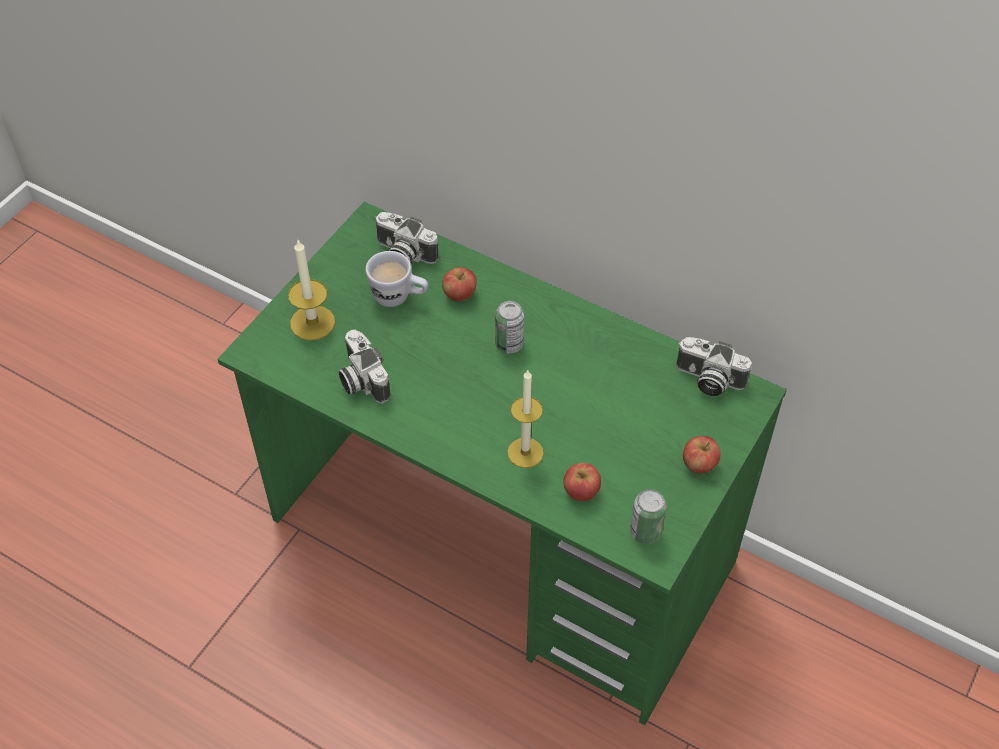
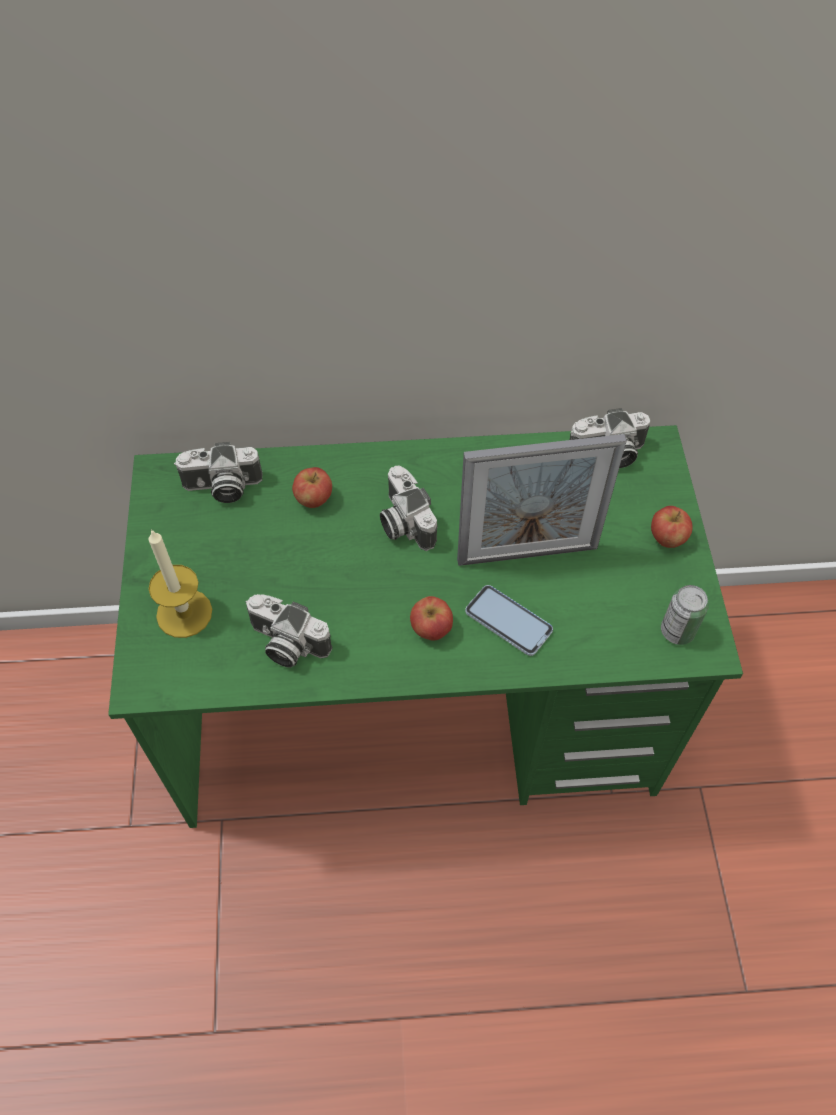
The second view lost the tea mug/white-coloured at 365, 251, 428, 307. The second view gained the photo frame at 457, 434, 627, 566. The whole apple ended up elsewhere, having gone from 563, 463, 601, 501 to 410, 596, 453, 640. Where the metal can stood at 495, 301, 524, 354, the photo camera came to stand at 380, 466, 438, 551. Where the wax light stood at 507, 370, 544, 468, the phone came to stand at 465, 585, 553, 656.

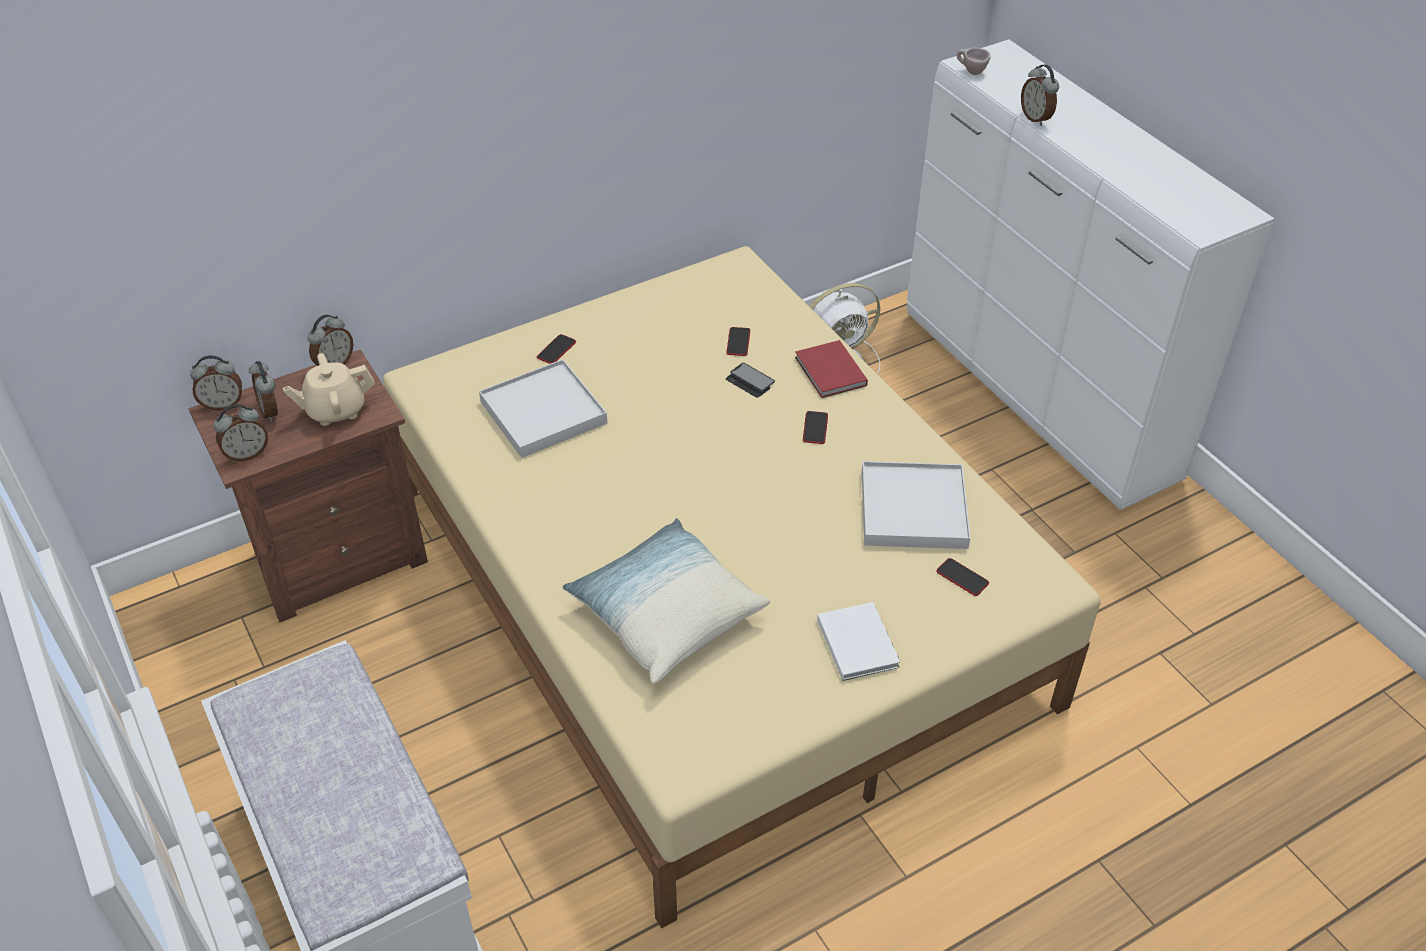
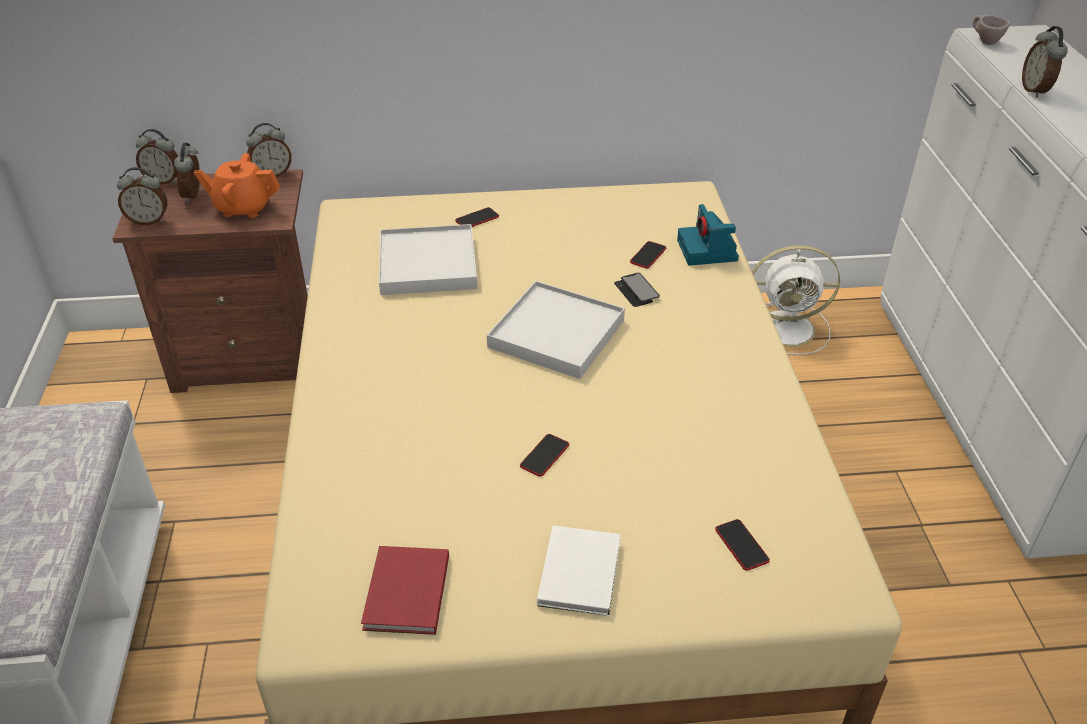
The second view lost the throw pillow at 563, 518, 770, 684. The second view gained the photo camera at 677, 204, 739, 266. The volume/red ended up elsewhere, having gone from 795, 340, 868, 398 to 361, 546, 449, 635. The phone ended up elsewhere, having gone from 803, 411, 828, 444 to 520, 434, 569, 477. The carrying tray/white-coloured ended up elsewhere, having gone from 862, 461, 971, 549 to 487, 281, 625, 379. What was the teapot/beige at 283, 353, 375, 426 turned into the teapot/orangey at 194, 153, 280, 218.

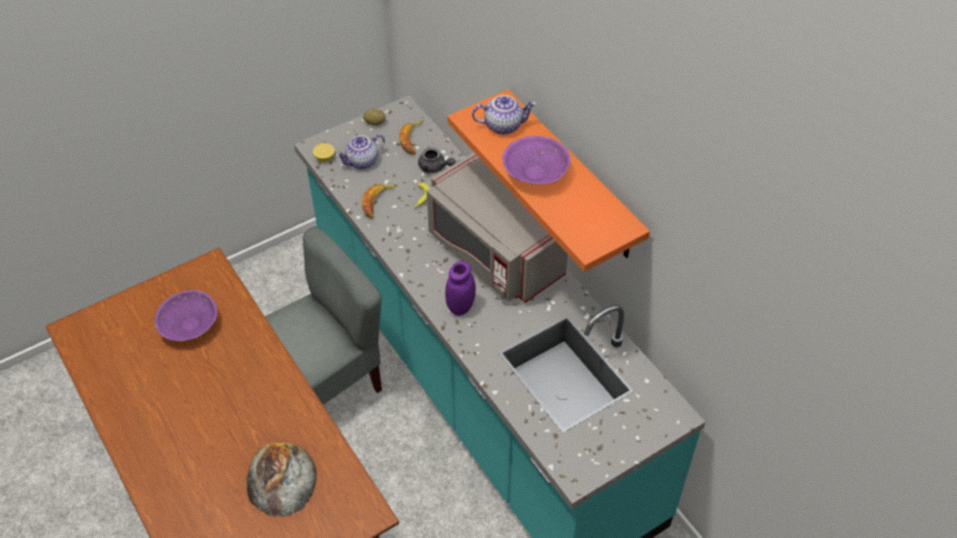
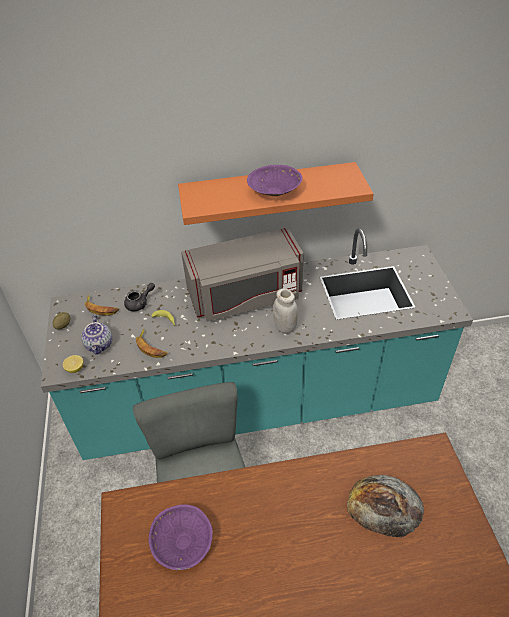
The second view lost the teapot at 472, 95, 536, 135. What was the preserve jar/purplish at 445, 261, 476, 316 turned into the preserve jar/white-coloured at 273, 288, 298, 333.

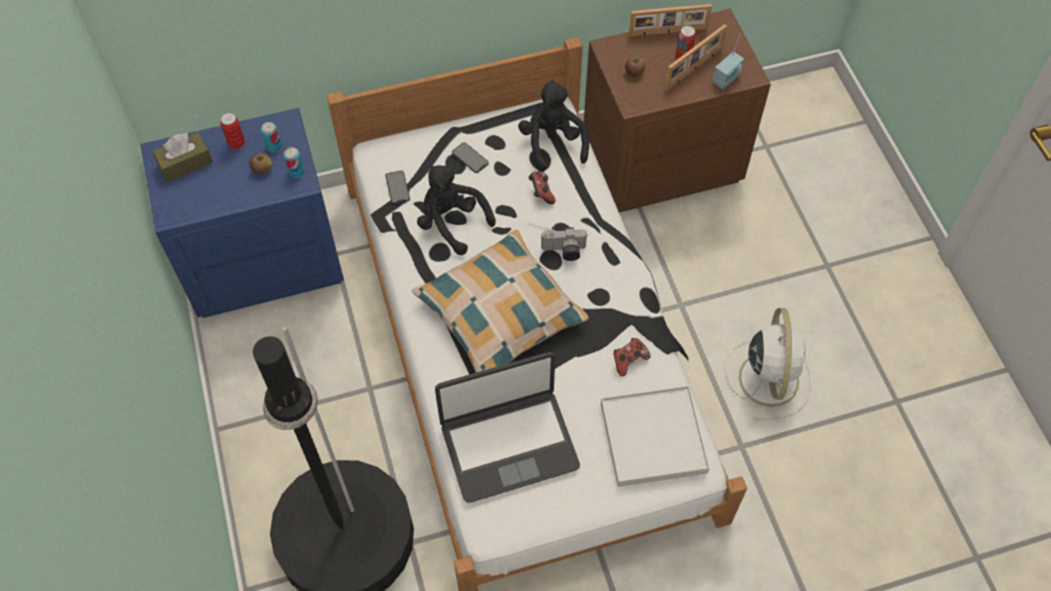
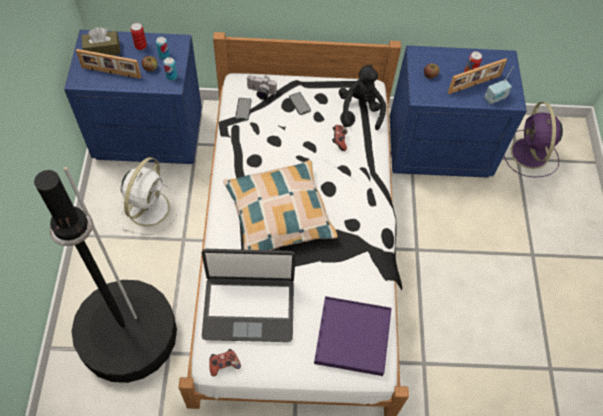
The second view lost the soft toy/black at 417, 165, 496, 255. The second view gained the fan/purplish at 504, 102, 563, 177. The photo camera ended up elsewhere, having gone from 541, 227, 587, 261 to 246, 75, 277, 100. The joypad ended up elsewhere, having gone from 613, 338, 651, 377 to 209, 349, 241, 376. The photo frame ended up elsewhere, having gone from 629, 4, 712, 36 to 76, 49, 141, 79. The fan/white-coloured ended up elsewhere, having gone from 725, 308, 811, 421 to 120, 157, 180, 234. What was the nightstand/brown at 584, 9, 771, 212 turned into the nightstand/blue-coloured at 390, 45, 527, 178. What was the carrying tray/white-coloured at 601, 385, 710, 487 turned into the carrying tray/purplish at 314, 296, 392, 376.

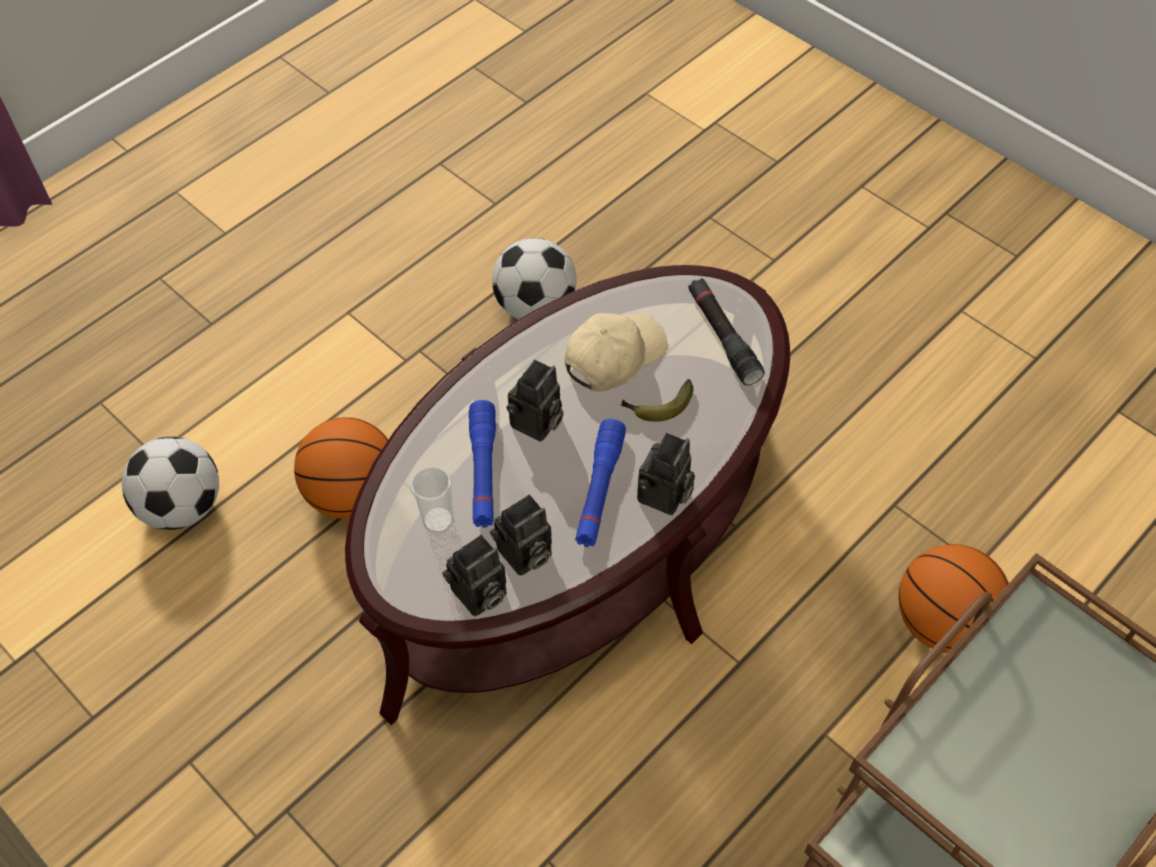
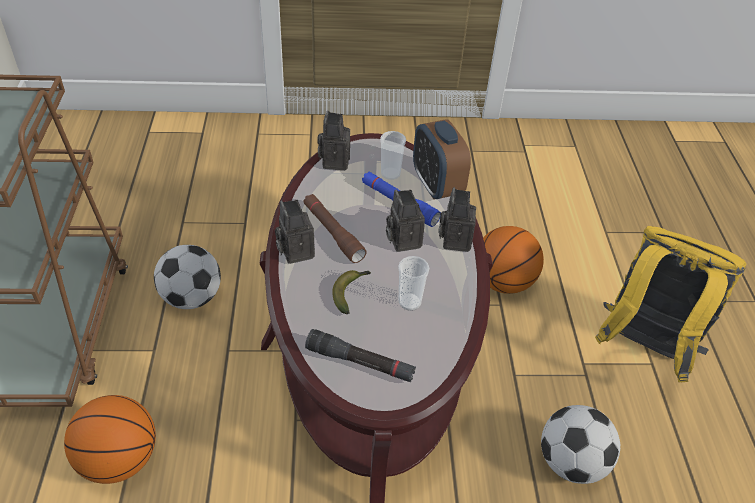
The second view gained the table clock at 413, 119, 471, 199. The second view gained the backpack/yellow-coloured at 595, 226, 746, 382. The football ball ended up elsewhere, having gone from 122, 437, 219, 530 to 154, 245, 221, 309. The photo camera ended up elsewhere, having gone from 490, 495, 552, 576 to 438, 187, 476, 252. Where the peaked cap/beige stood at 565, 313, 667, 392, the drinking cup came to stand at 398, 256, 429, 311. What was the flashlight/blue-coloured at 575, 419, 626, 547 turned into the flashlight/brown at 303, 194, 367, 263.

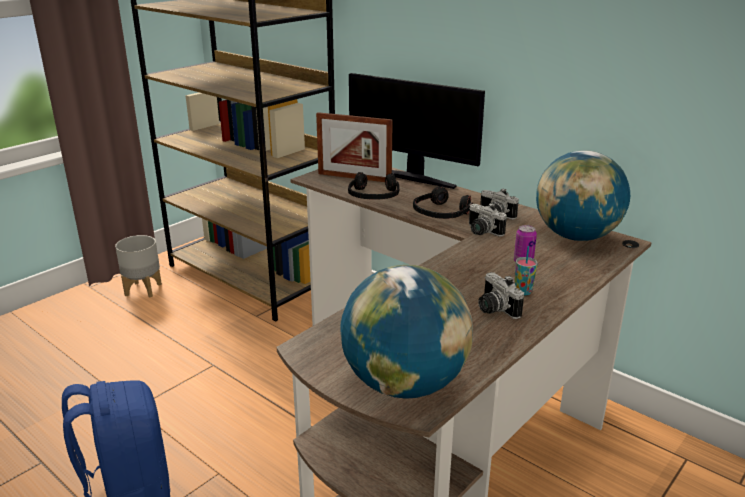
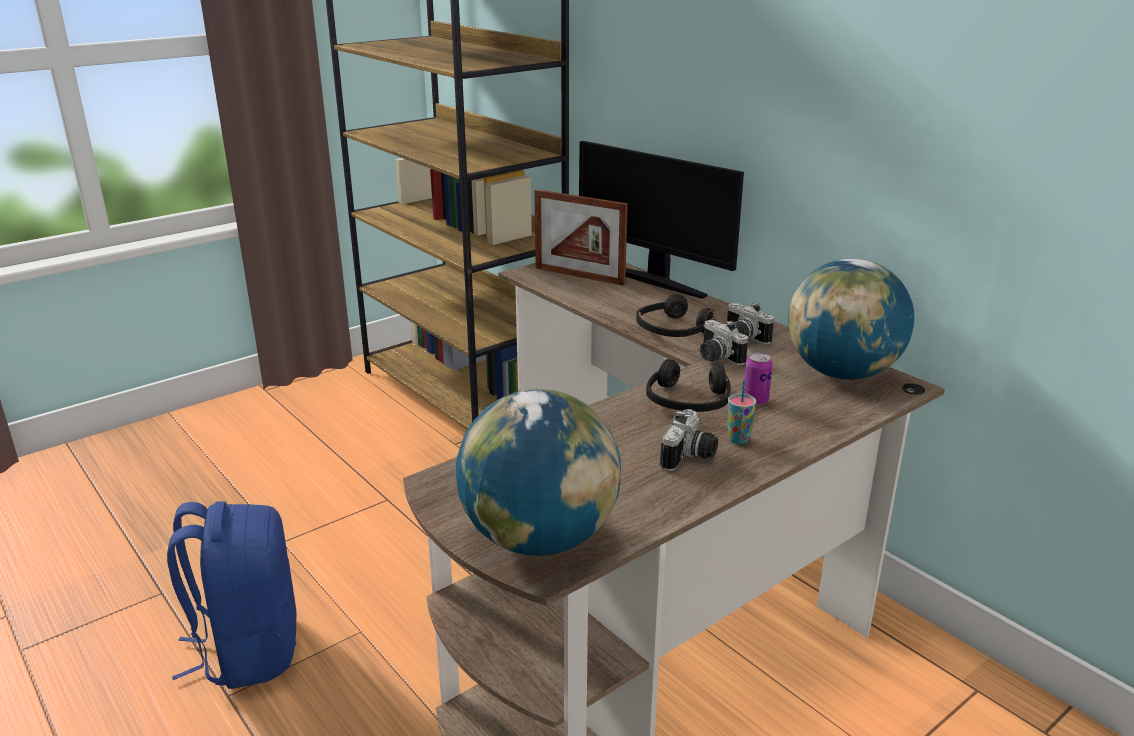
The second view lost the planter/grey at 115, 235, 162, 297. The headset/black ended up elsewhere, having gone from 348, 172, 399, 200 to 646, 359, 731, 412. The photo camera at 478, 272, 524, 319 ended up facing another way, 135 degrees counterclockwise from before.

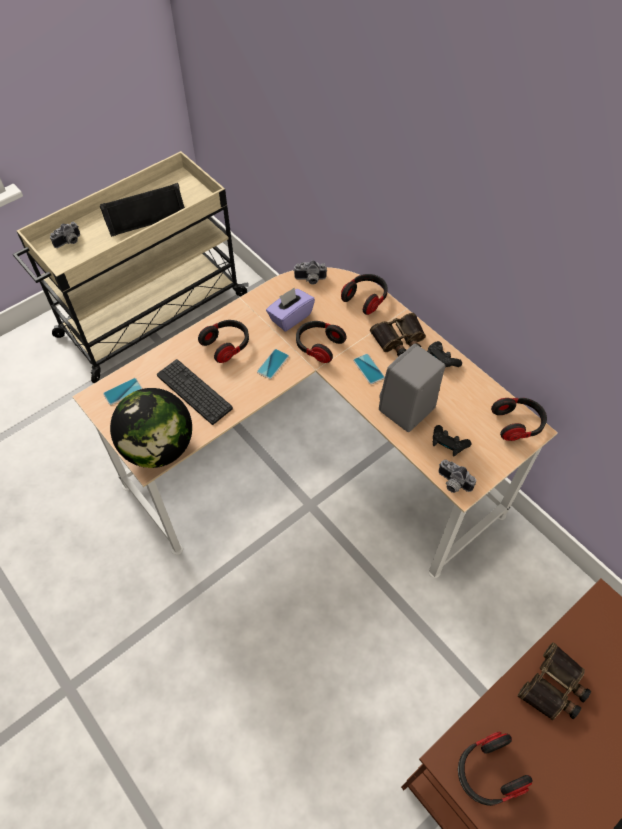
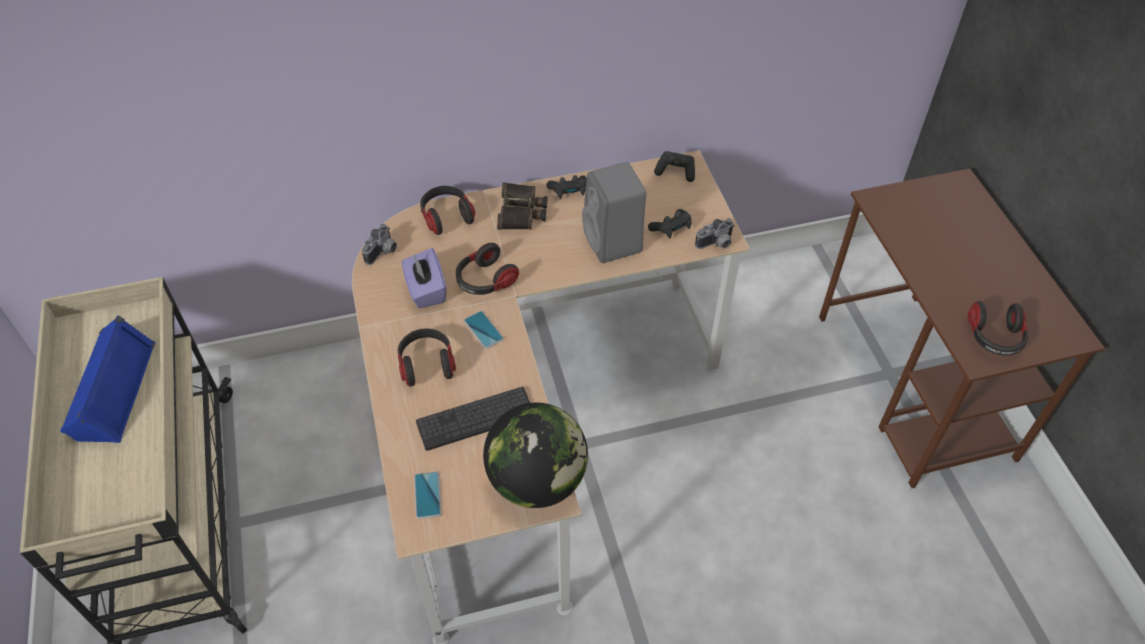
The second view lost the photo camera at 50, 222, 80, 248. The second view lost the phone at 353, 354, 385, 384. The second view lost the field glasses at 517, 642, 591, 721. Where the headset stood at 491, 398, 547, 441, the joypad/black came to stand at 654, 151, 695, 182. What was the audio speaker/black at 100, 183, 185, 237 turned into the audio speaker/blue-coloured at 60, 315, 156, 443.

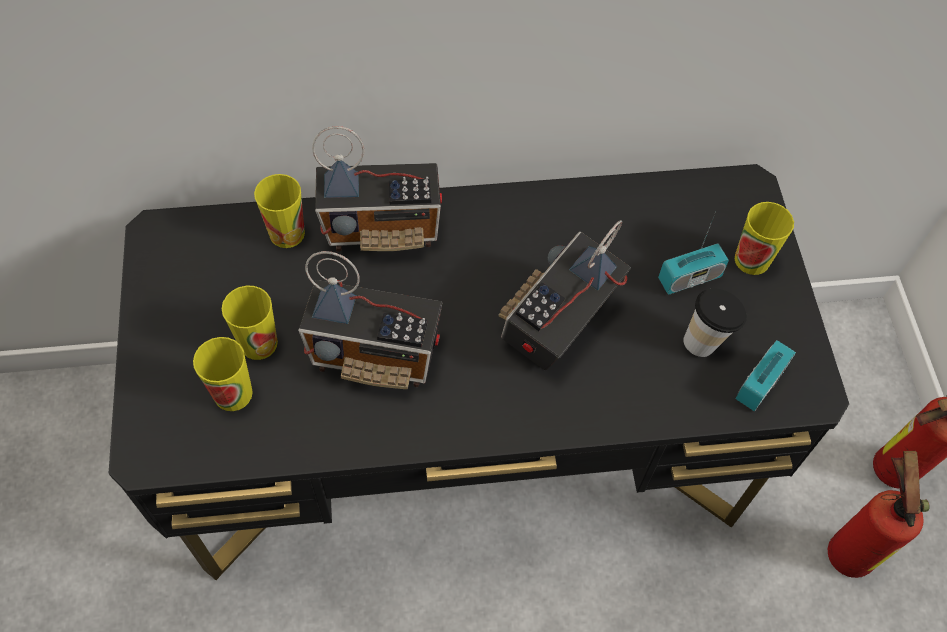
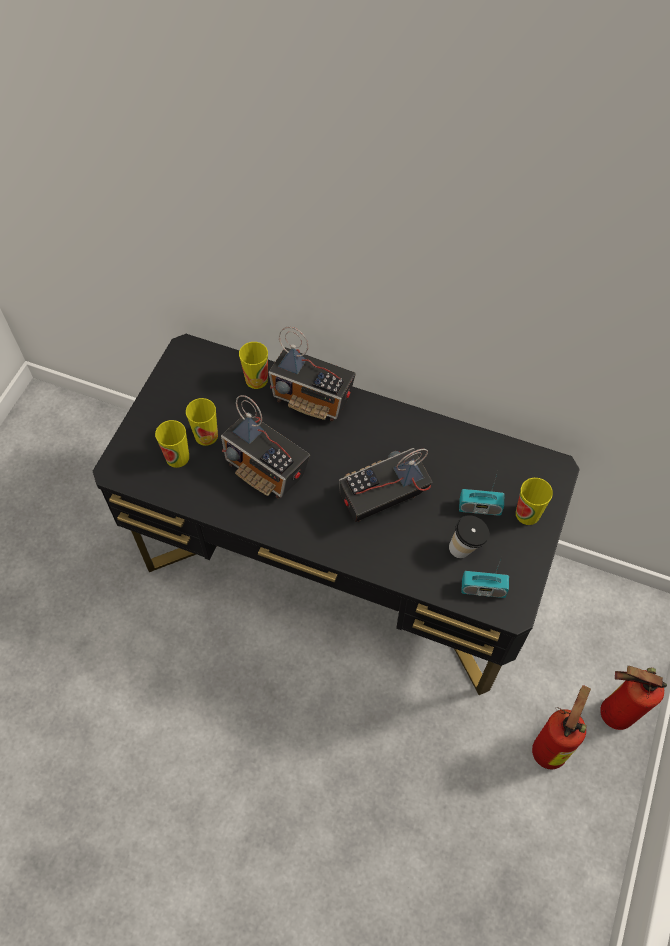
The radio set at 735, 340, 796, 412 ended up facing another way, 150 degrees counterclockwise from before.

